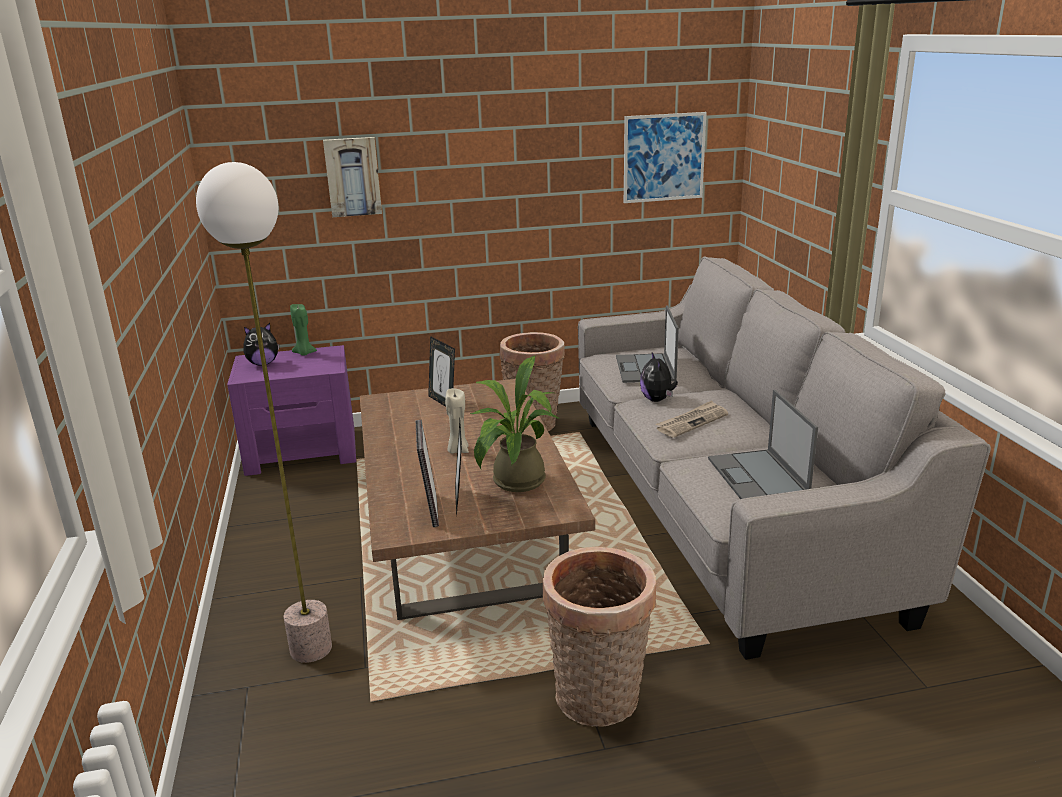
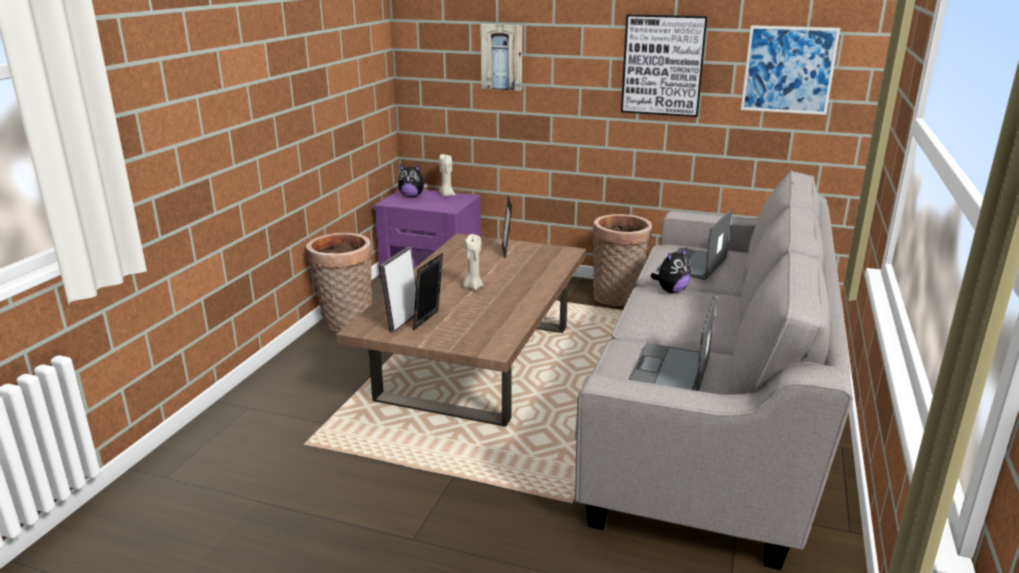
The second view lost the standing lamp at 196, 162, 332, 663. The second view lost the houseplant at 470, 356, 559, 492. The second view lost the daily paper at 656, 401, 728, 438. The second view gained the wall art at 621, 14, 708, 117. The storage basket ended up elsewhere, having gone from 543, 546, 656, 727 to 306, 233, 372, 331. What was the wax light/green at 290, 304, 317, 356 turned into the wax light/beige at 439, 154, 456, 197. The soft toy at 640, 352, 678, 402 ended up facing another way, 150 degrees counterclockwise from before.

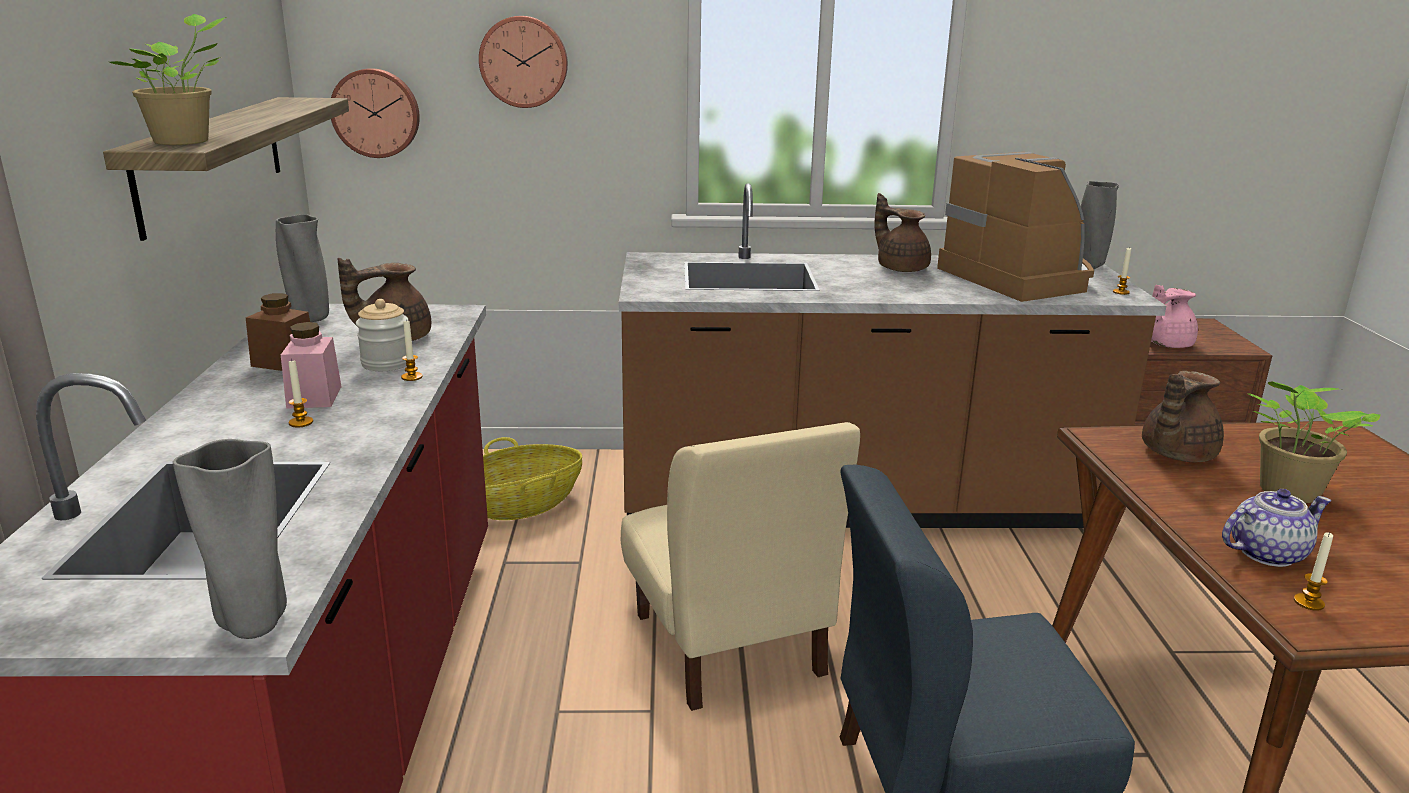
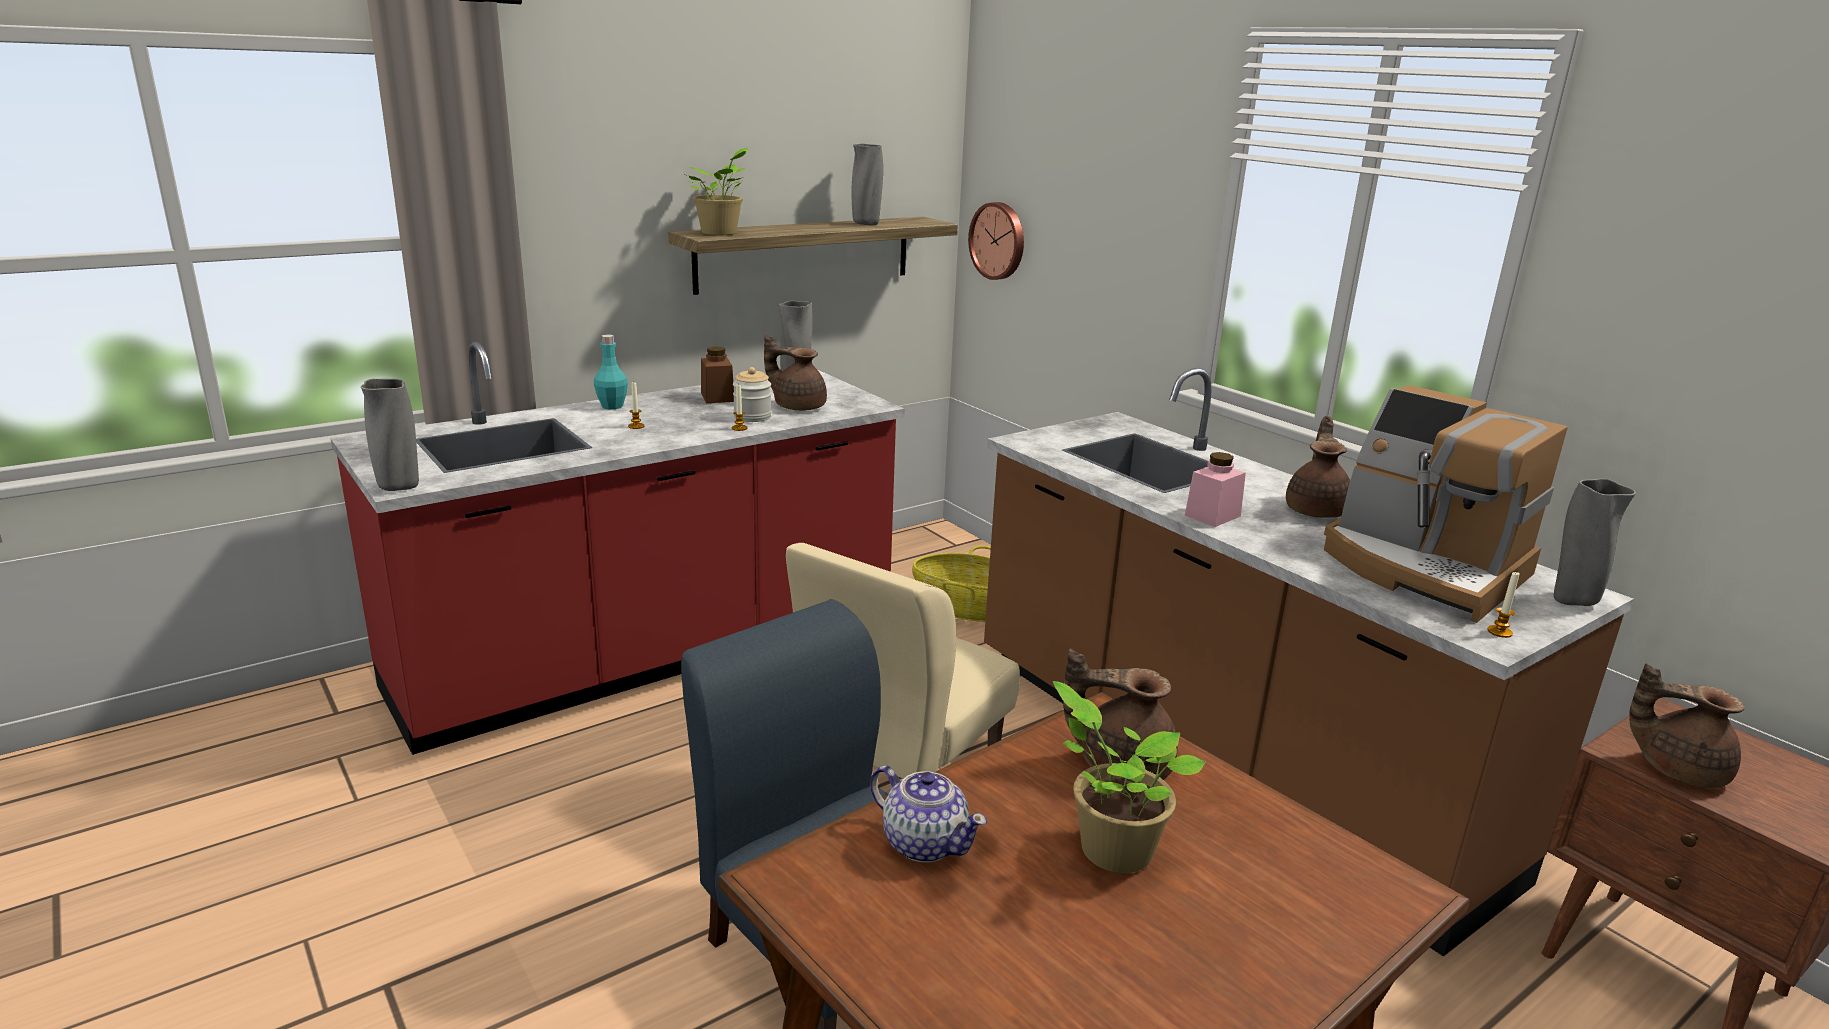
The second view lost the hanging clock at 479, 16, 568, 108. The second view lost the wax light at 1294, 532, 1333, 611. The second view gained the bottle/turquoise-coloured at 594, 335, 628, 409. The second view gained the decorative vase/grey at 852, 144, 883, 225. The preserve jar/pinkish ended up elsewhere, having gone from 281, 322, 342, 409 to 1185, 452, 1246, 527. What was the teapot/pinkish at 1151, 285, 1198, 348 turned into the teapot/brown at 1629, 663, 1745, 788. The coffee brewer at 937, 152, 1094, 302 ended up facing another way, 105 degrees clockwise from before.

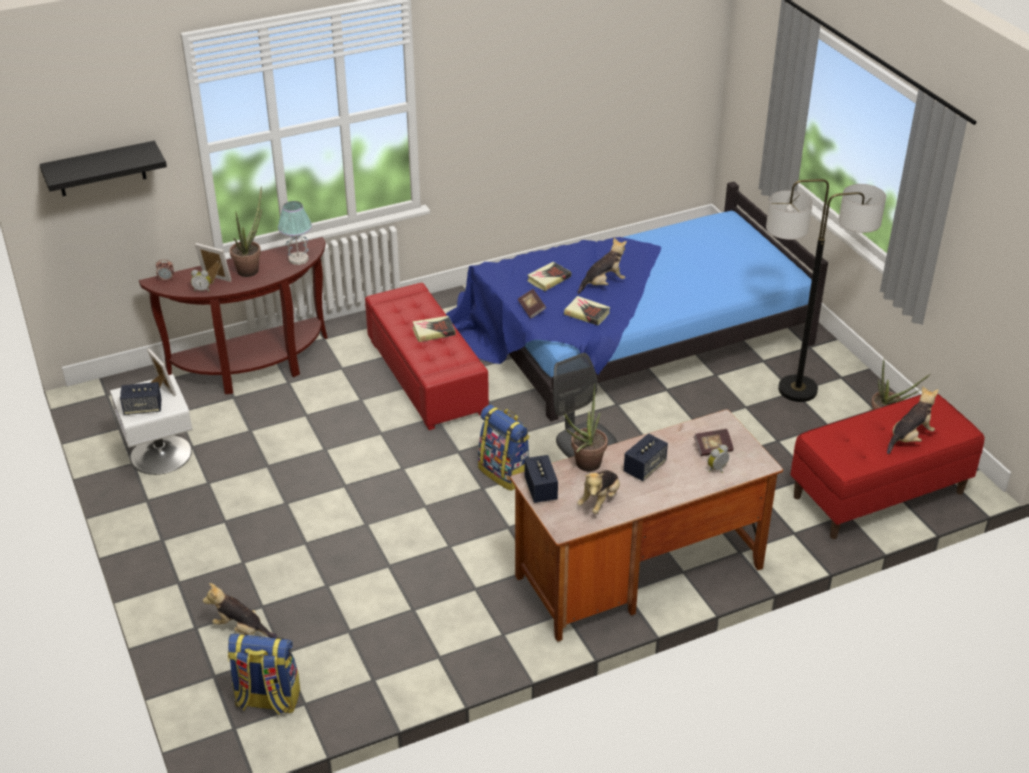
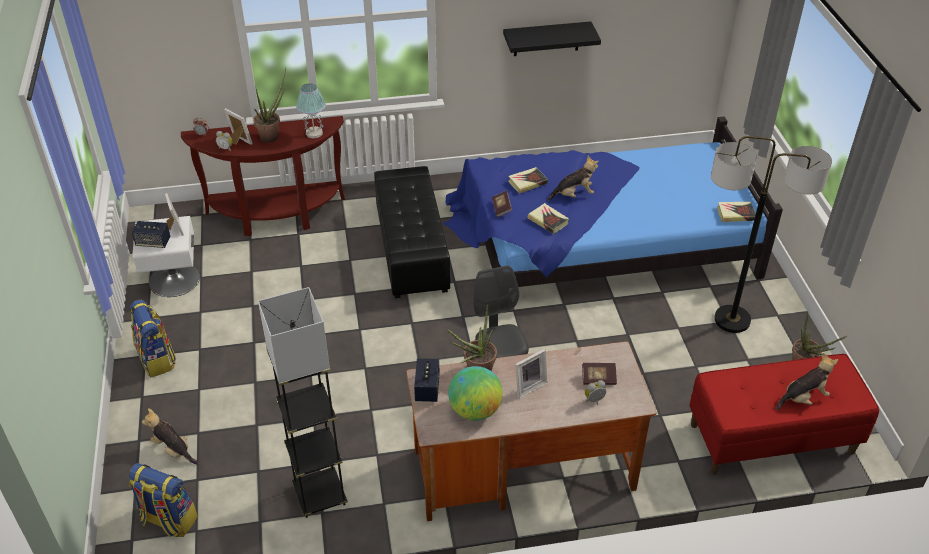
The second view gained the standing lamp/grey at 258, 287, 348, 518. The shelf/black ended up elsewhere, having gone from 39, 141, 167, 196 to 503, 21, 601, 56. The volume ended up elsewhere, having gone from 412, 316, 456, 342 to 717, 202, 756, 222. The backpack ended up elsewhere, having gone from 478, 404, 530, 491 to 130, 300, 176, 378. Where the soft toy stood at 577, 470, 620, 514, the globe came to stand at 448, 366, 503, 421. Where the audio speaker stood at 624, 433, 668, 481, the photo frame came to stand at 515, 349, 547, 398. What was the ottoman/red at 365, 283, 489, 430 turned into the ottoman/black at 374, 166, 450, 298.

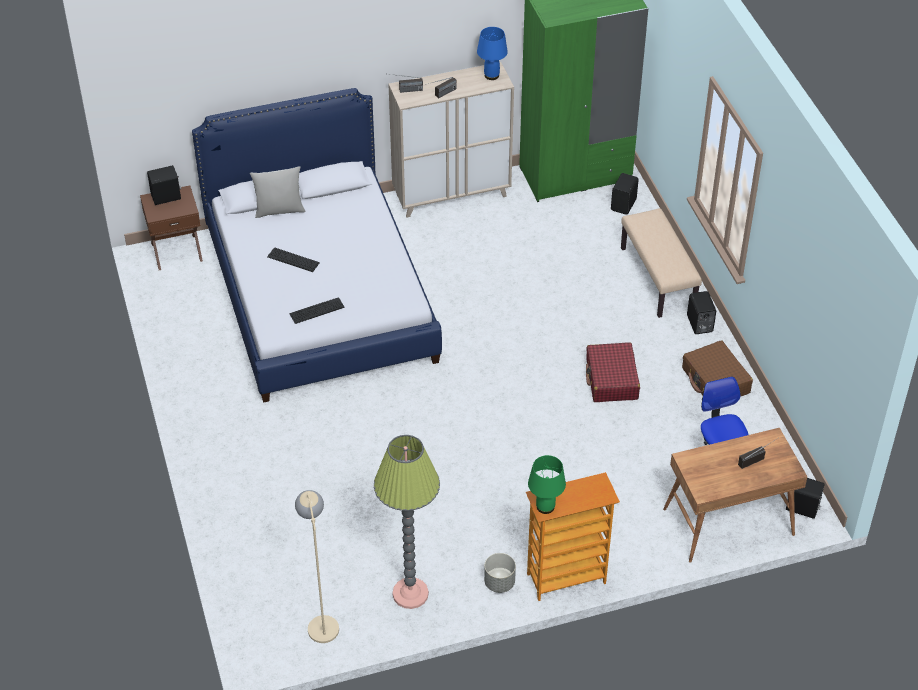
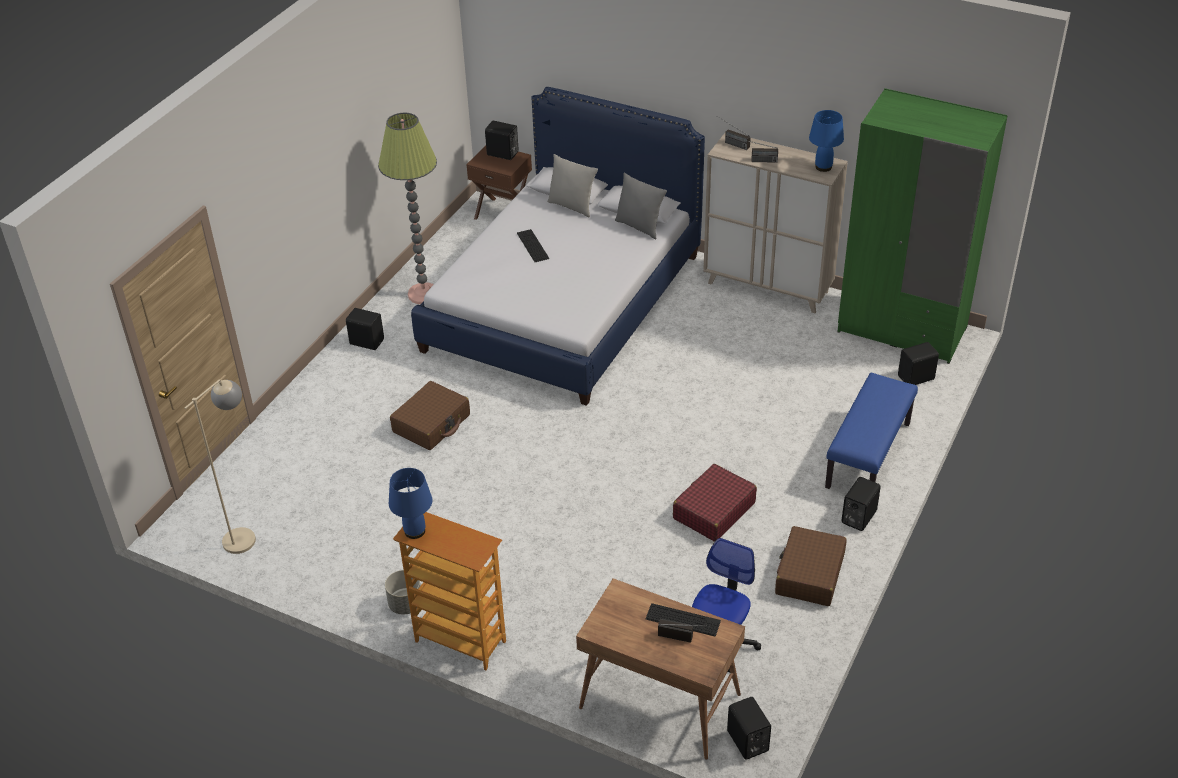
The second view gained the audio speaker/black at 346, 308, 384, 350. The second view gained the suitcase/brown at 390, 381, 470, 450. The second view gained the throw pillow/grey at 615, 173, 667, 239. The PC keyboard ended up elsewhere, having gone from 289, 297, 345, 324 to 645, 603, 721, 636. The standing lamp ended up elsewhere, having gone from 374, 435, 440, 609 to 378, 113, 437, 304. What was the lamp for a table/green at 528, 455, 566, 514 turned into the lamp for a table/blue-coloured at 389, 468, 432, 539. What was the indoor bench/beige at 621, 208, 702, 318 turned into the indoor bench/blue-coloured at 825, 373, 918, 489.

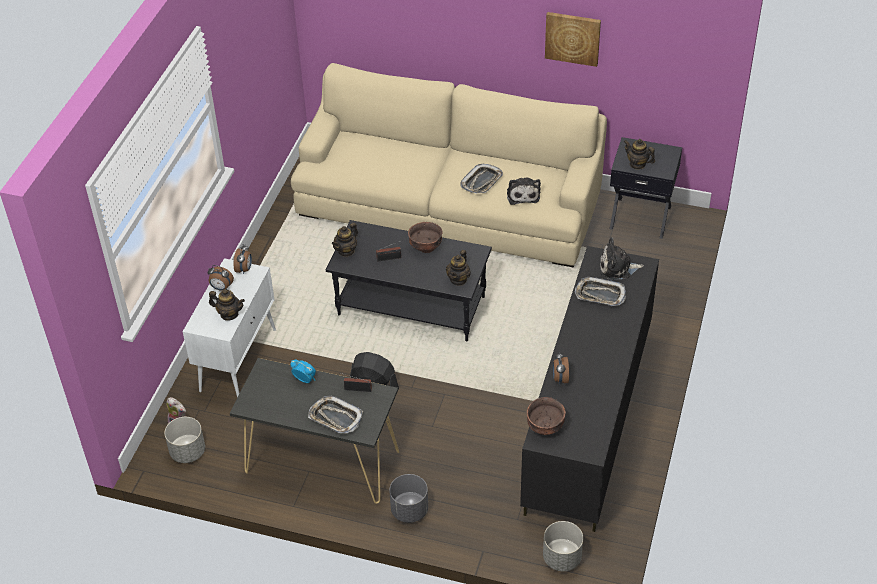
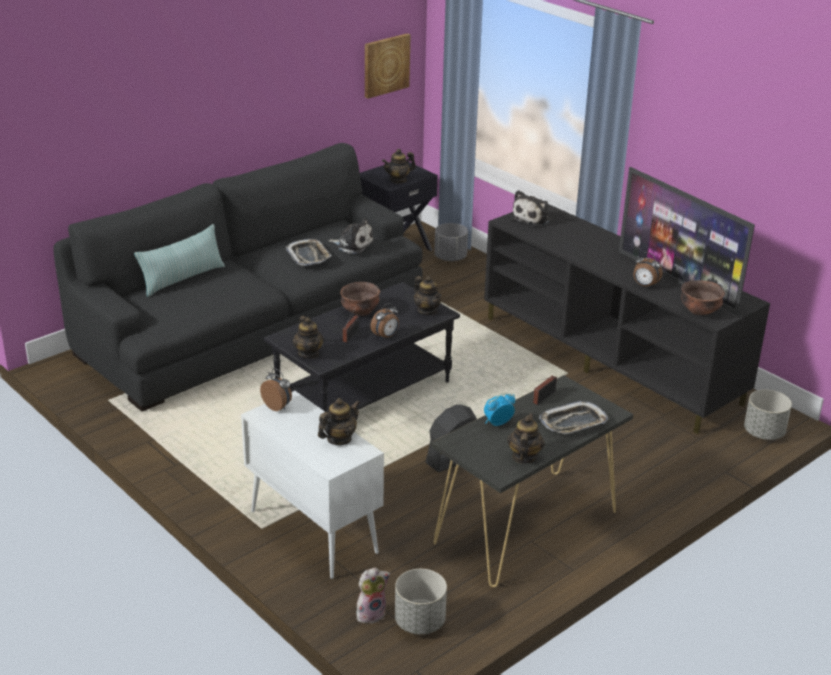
The second view lost the carrying tray at 575, 277, 626, 306. The second view gained the throw pillow at 134, 224, 225, 297. The second view gained the teapot at 507, 413, 545, 464. The second view gained the TV at 619, 167, 755, 315. The table clock ended up elsewhere, having gone from 208, 265, 234, 291 to 370, 303, 399, 339. The planter/grey ended up elsewhere, having gone from 389, 474, 428, 523 to 434, 223, 468, 261. The wall art ended up elsewhere, having gone from 545, 12, 601, 67 to 365, 33, 410, 99. What was the sofa/beige at 291, 63, 607, 267 turned into the sofa/black at 53, 143, 423, 411.

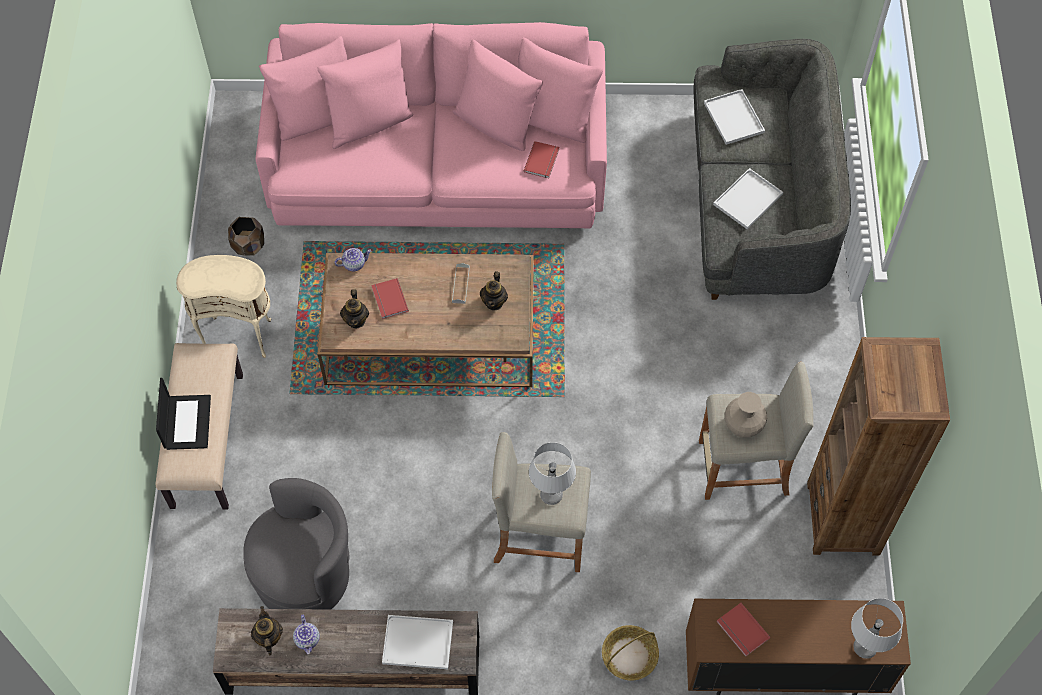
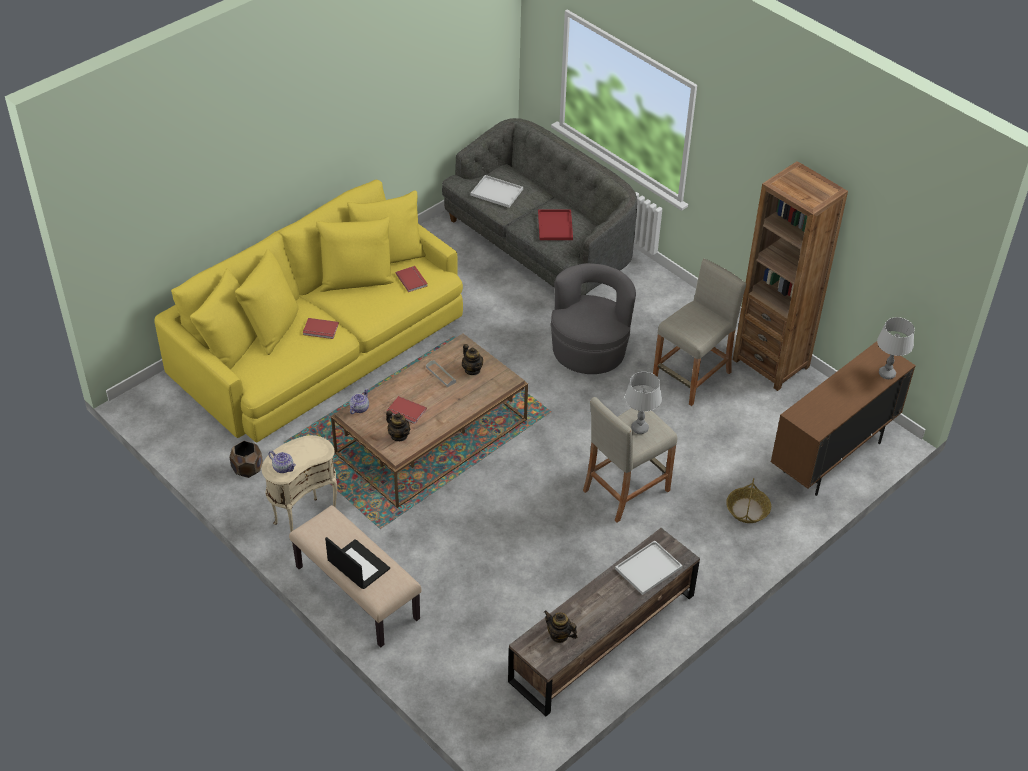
The second view lost the decorative vase/beige at 725, 392, 767, 438. The easy chair/grey ended up elsewhere, having gone from 243, 478, 349, 610 to 551, 263, 636, 374. The teapot ended up elsewhere, having gone from 293, 614, 320, 654 to 268, 451, 296, 473. The volume/red ended up elsewhere, having gone from 717, 603, 770, 657 to 303, 318, 339, 339. What was the sofa/pinkish at 256, 22, 607, 228 turned into the sofa/yellow-coloured at 154, 180, 463, 443. What was the carrying tray/white-coloured at 713, 168, 783, 229 turned into the carrying tray/red at 538, 209, 573, 240.

